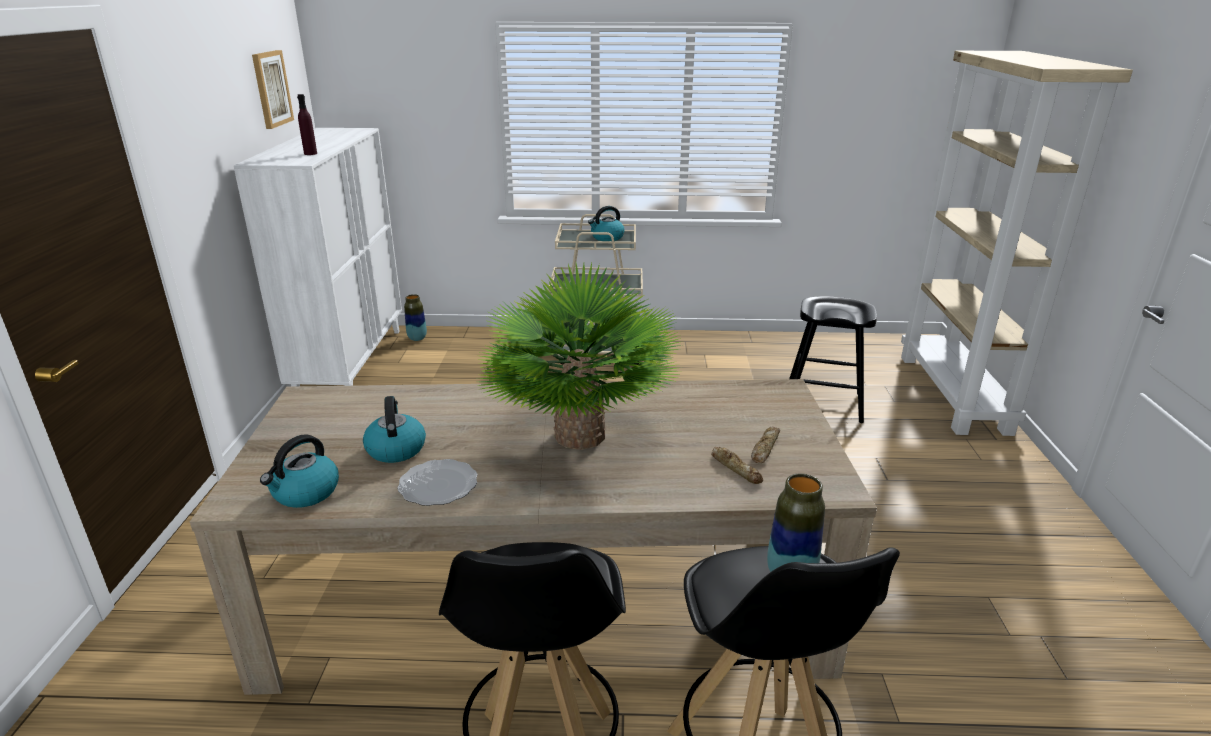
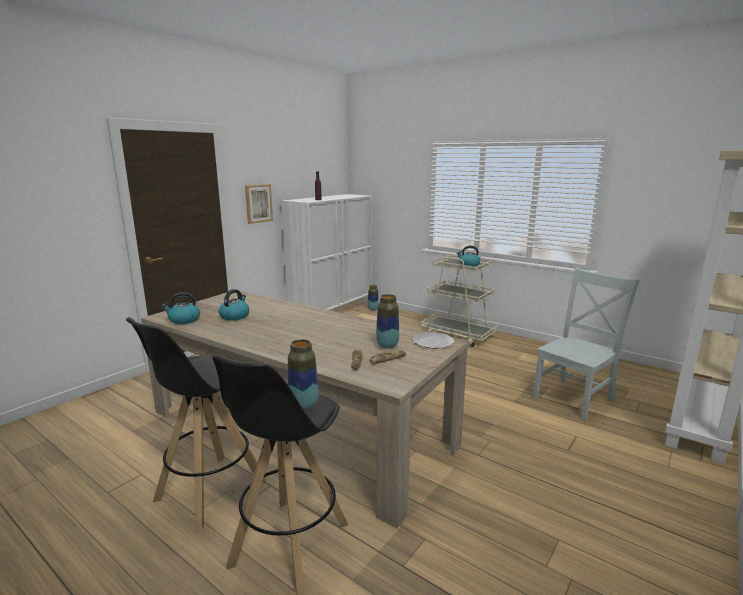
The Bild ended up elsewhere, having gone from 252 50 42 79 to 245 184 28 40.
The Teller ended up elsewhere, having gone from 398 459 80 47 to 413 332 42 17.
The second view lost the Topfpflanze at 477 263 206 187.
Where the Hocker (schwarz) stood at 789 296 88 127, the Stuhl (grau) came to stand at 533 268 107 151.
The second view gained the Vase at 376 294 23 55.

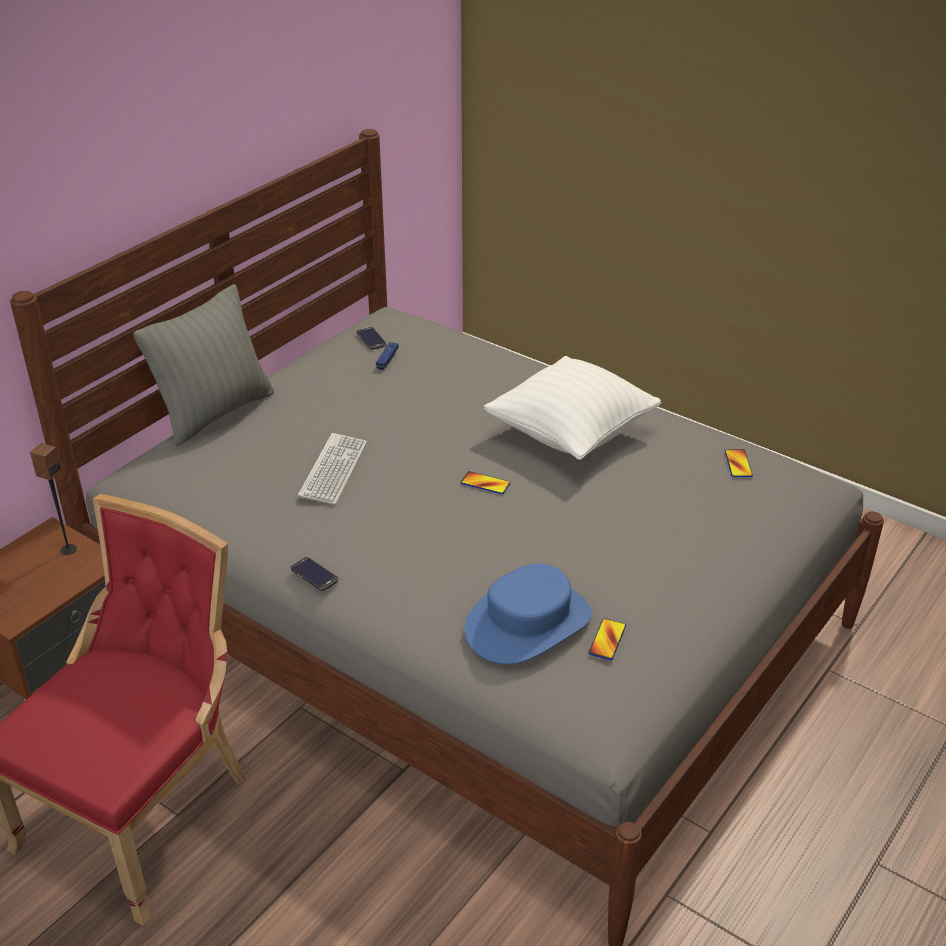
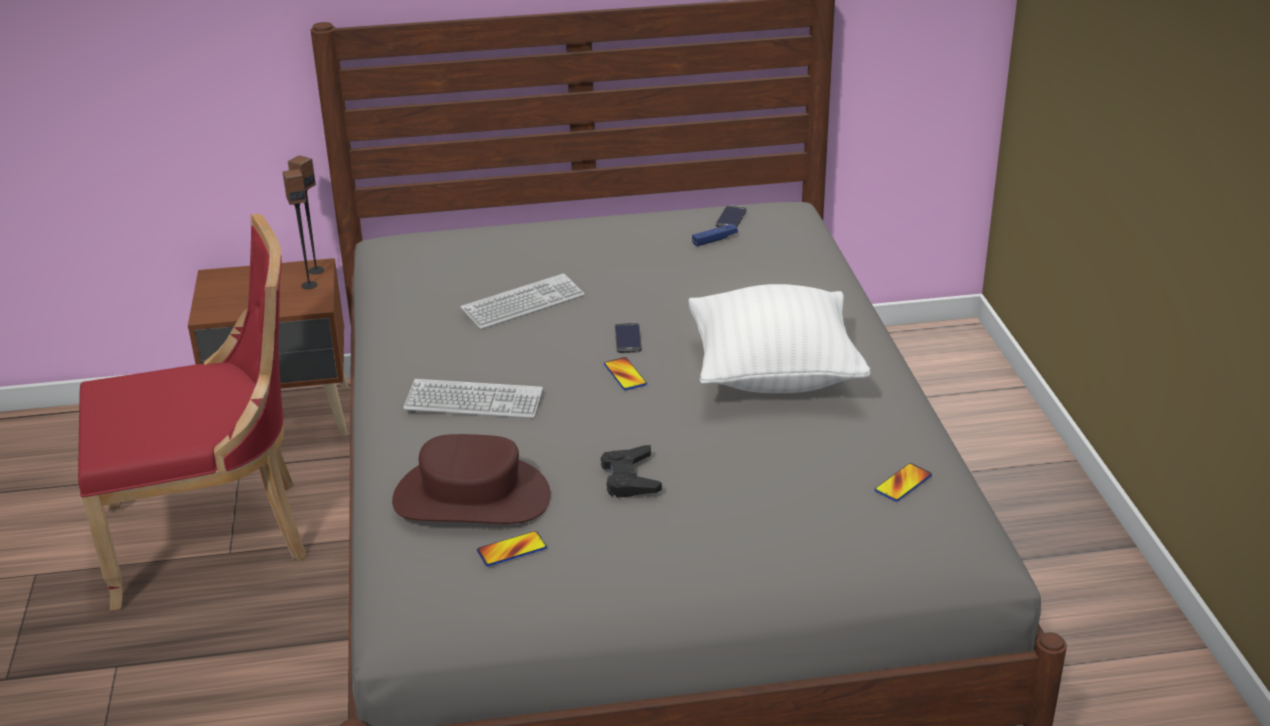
The second view lost the Kissen (grau) at 133 284 141 162.
The Handy ended up elsewhere, having gone from 290 557 48 34 to 615 323 27 30.
What was the Hut (blau) at 465 563 127 101 turned into the Hut (braun) at 392 434 159 90.
The second view gained the Lautsprecher at 288 155 36 119.
The second view gained the Tastatur at 403 379 140 40.
The second view gained the Gamepad (schwarz) at 601 445 61 53.

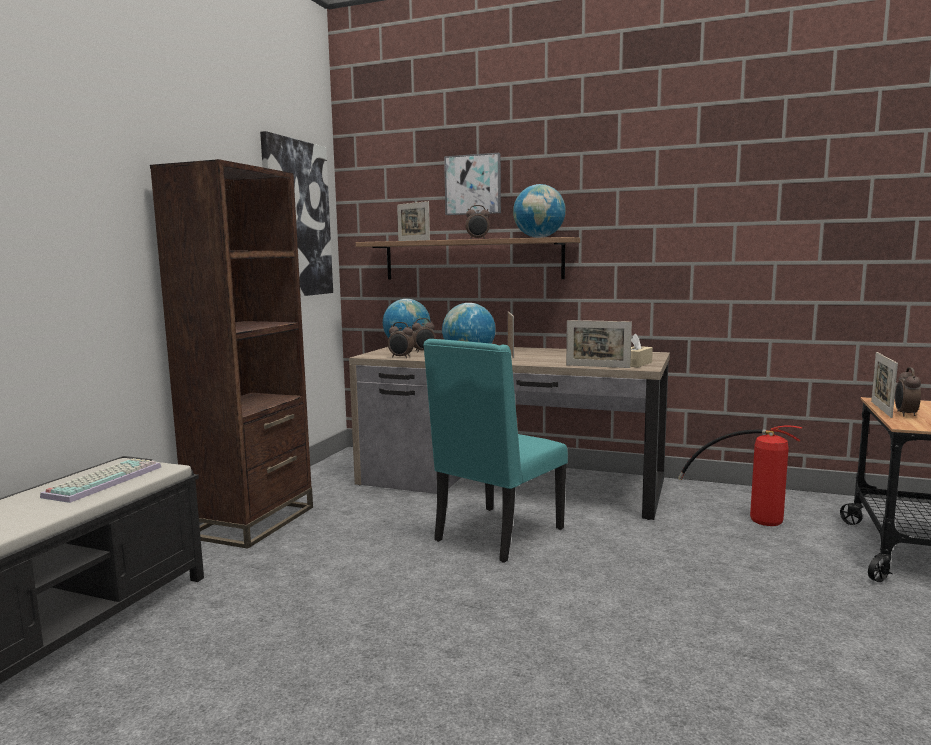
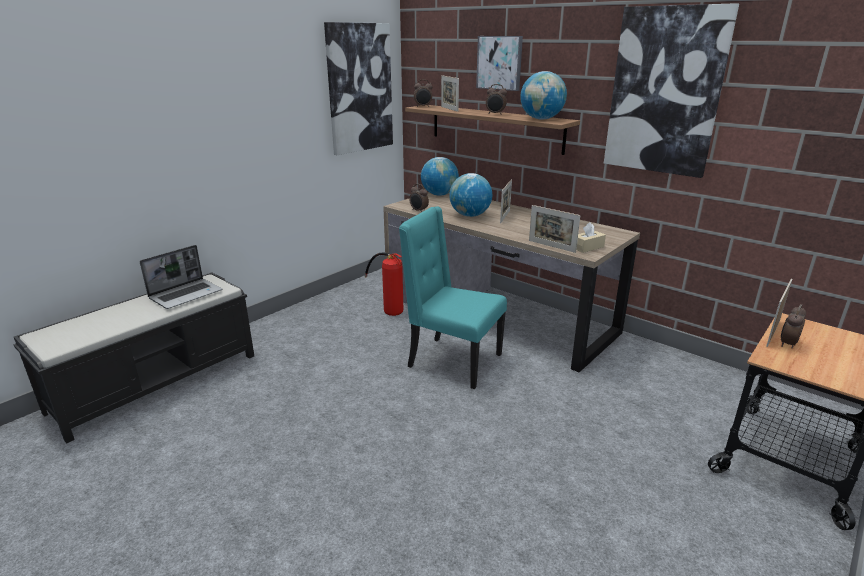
Where the Tastatur stood at 40 458 121 45, the Laptop came to stand at 140 245 82 64.
The second view lost the Bücherregal (braun) at 150 159 163 390.
The Wecker ended up elsewhere, having gone from 412 318 24 35 to 414 80 19 27.
The Stuhl (türkis) at 423 339 145 224 ended up facing another way, 60 degrees clockwise from before.
The Feuerlöscher ended up elsewhere, having gone from 678 425 124 101 to 365 253 38 63.
The second view gained the Bild at 604 3 135 175.

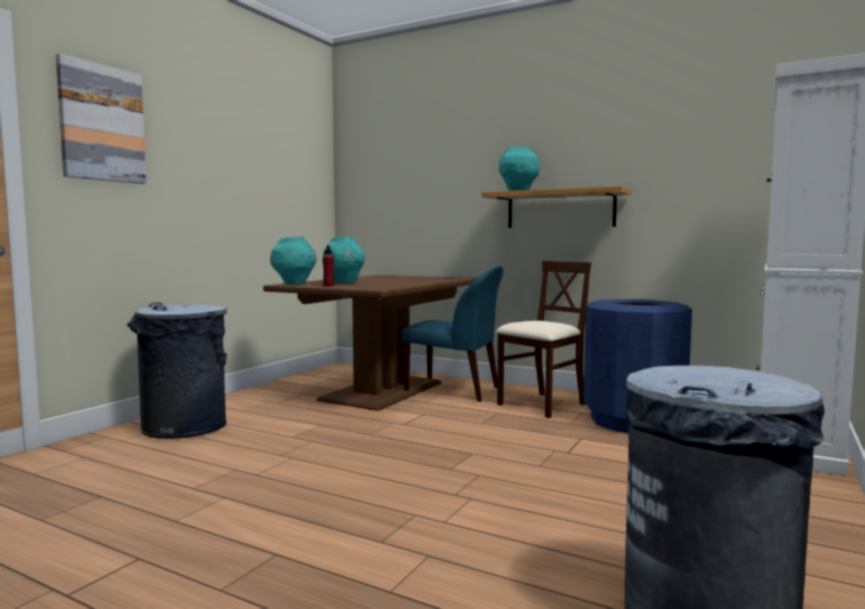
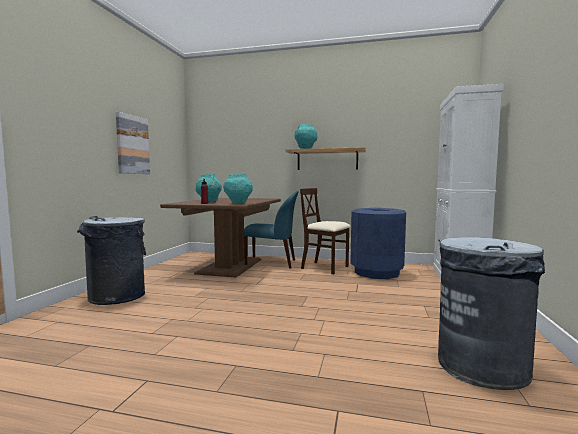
The Bild ended up elsewhere, having gone from 56 53 91 131 to 116 112 34 62.
The Vase (türkis) ended up elsewhere, having gone from 270 237 47 48 to 223 174 30 30.
The Stuhl (beige) at 496 261 95 157 ended up facing another way, 90 degrees counterclockwise from before.

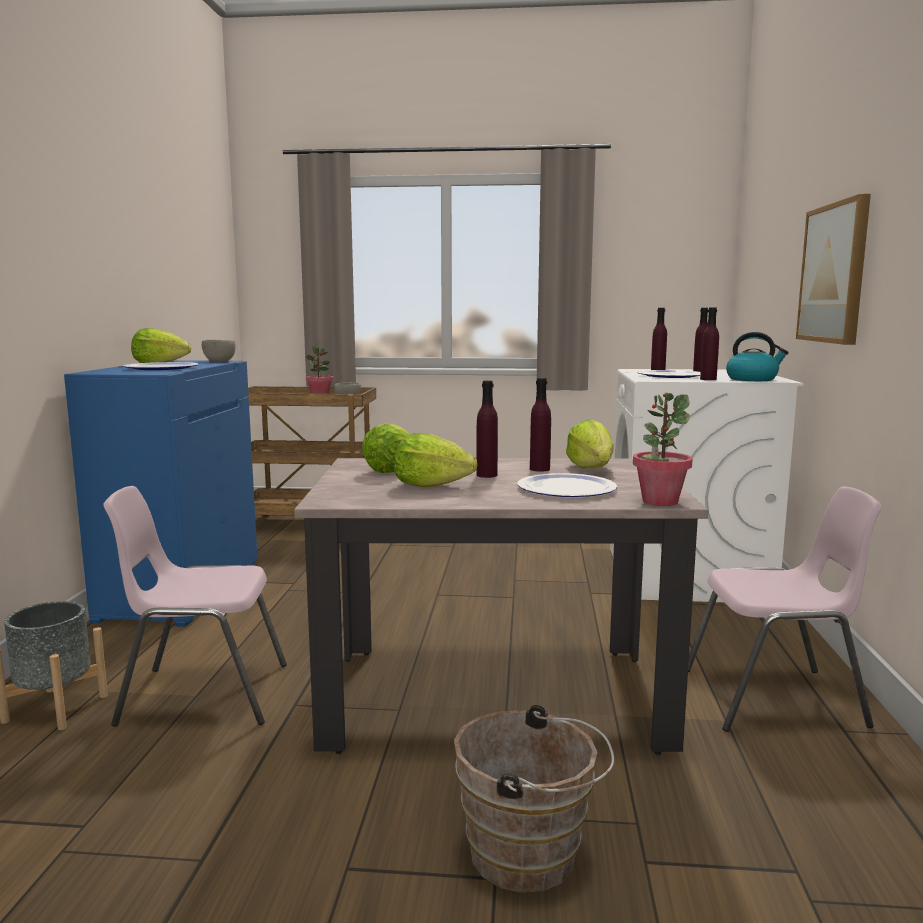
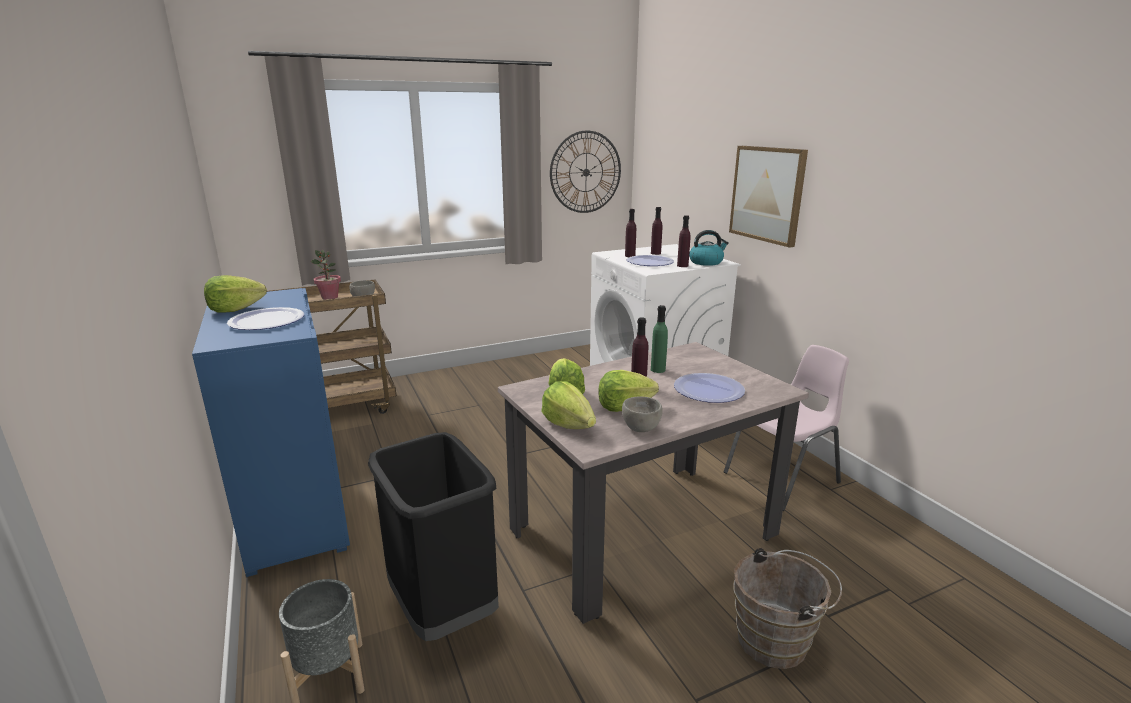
Where the Stuhl (rosa) stood at 103 486 184 241, the Mülleimer (schwarz) came to stand at 368 432 131 209.
The Schüssel (grau) ended up elsewhere, having gone from 202 340 33 22 to 622 397 41 35.
What was the Flasche (lila) at 530 378 21 93 turned into the Flasche (grün) at 651 305 17 68.
The Salatkopf ended up elsewhere, having gone from 566 419 48 50 to 541 381 55 48.
The second view lost the Topfpflanze at 633 393 60 113.
The second view gained the Wanduhr at 550 130 71 83.

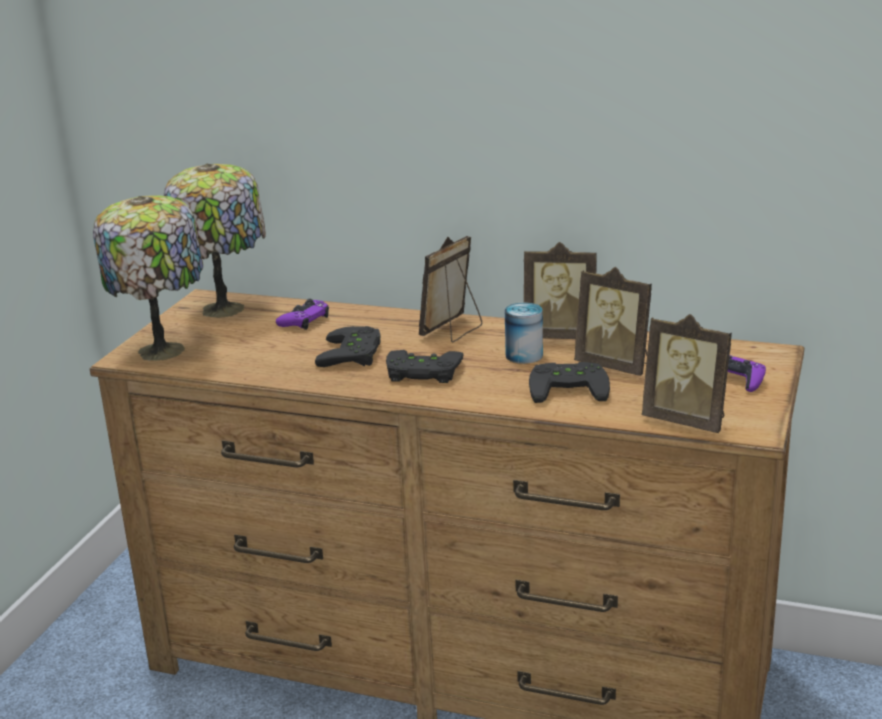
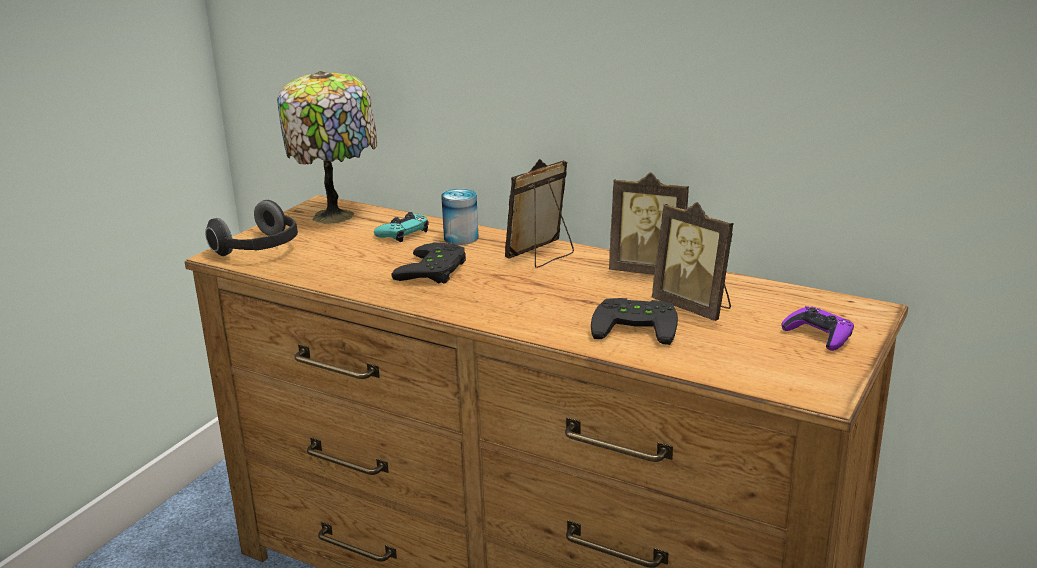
Where the Tischlampe stood at 93 195 110 166, the Kopfhörer came to stand at 205 200 93 56.
What was the Gamepad (lila) at 276 299 53 31 turned into the Gamepad (türkis) at 374 212 54 30.
The second view lost the Gamepad (schwarz) at 386 350 78 33.
The Dose ended up elsewhere, having gone from 505 302 38 62 to 441 189 38 56.
The second view lost the Bilderrahmen at 642 314 90 119.

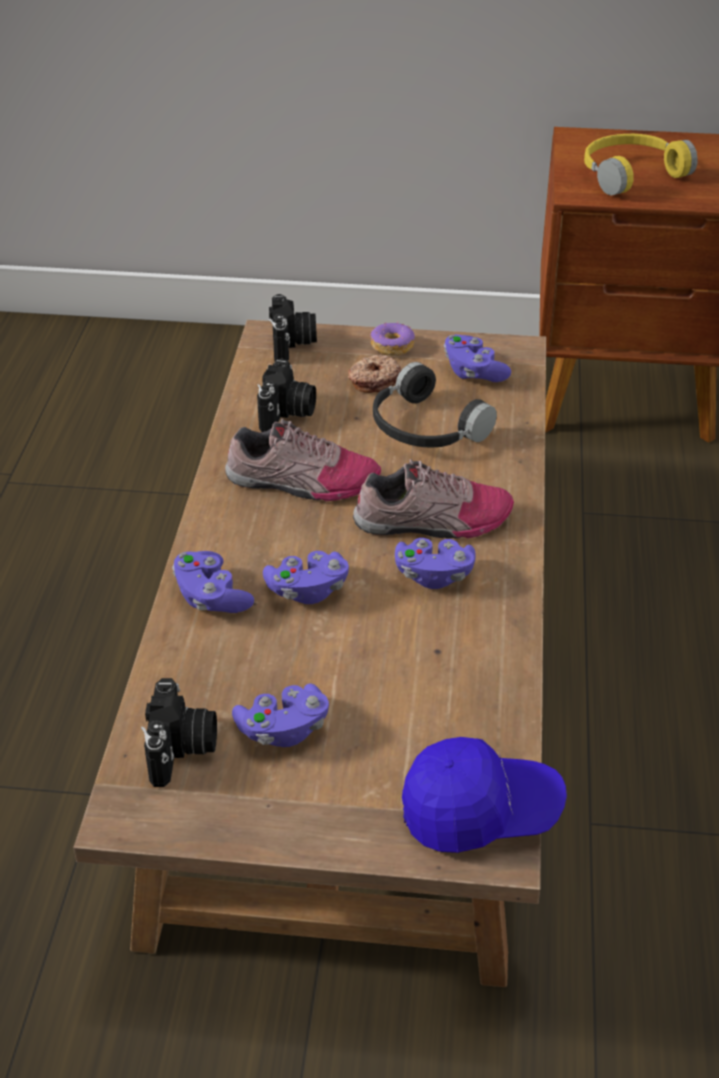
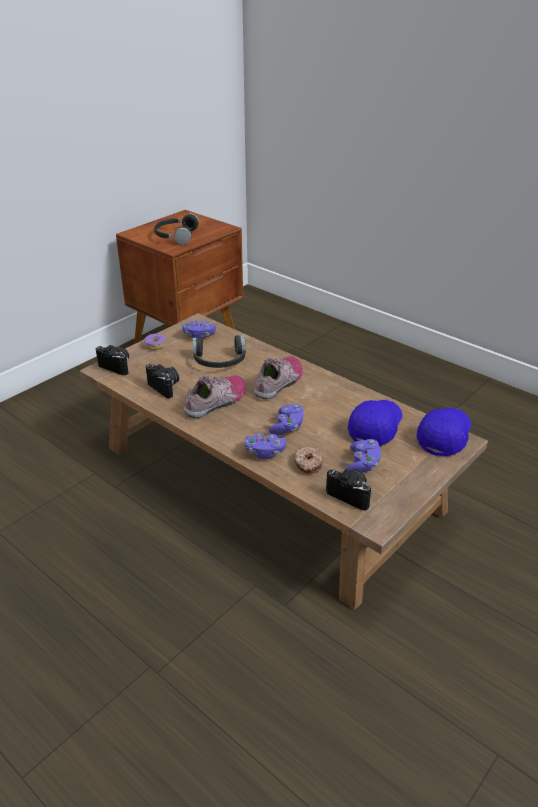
The Donut ended up elsewhere, having gone from 348 355 53 38 to 294 447 29 27.
The second view lost the Gamepad (lila) at 395 538 81 51.
What was the Kopfhörer (gelb) at 584 134 114 61 turned into the Kopfhörer (schwarz) at 154 213 45 32.
The second view gained the Kappe (blau) at 348 400 55 46.

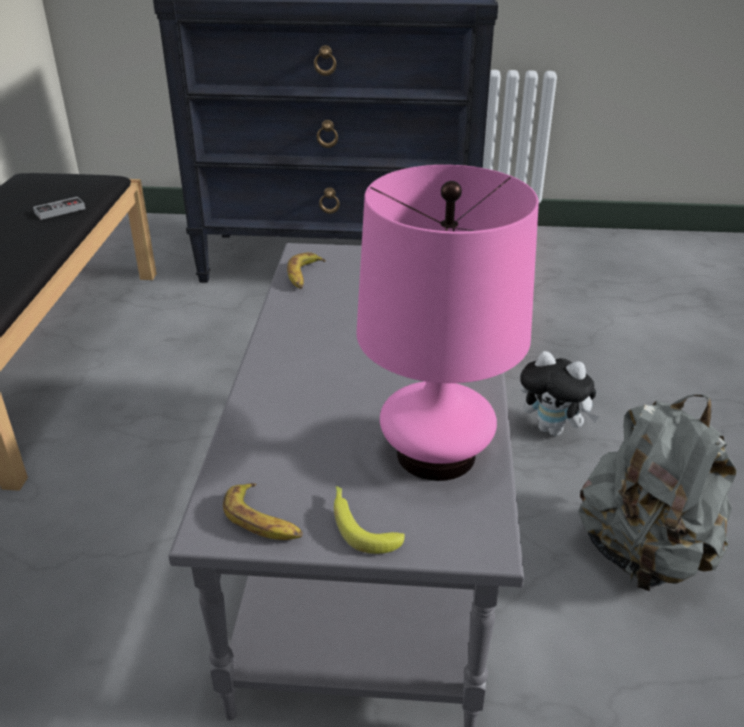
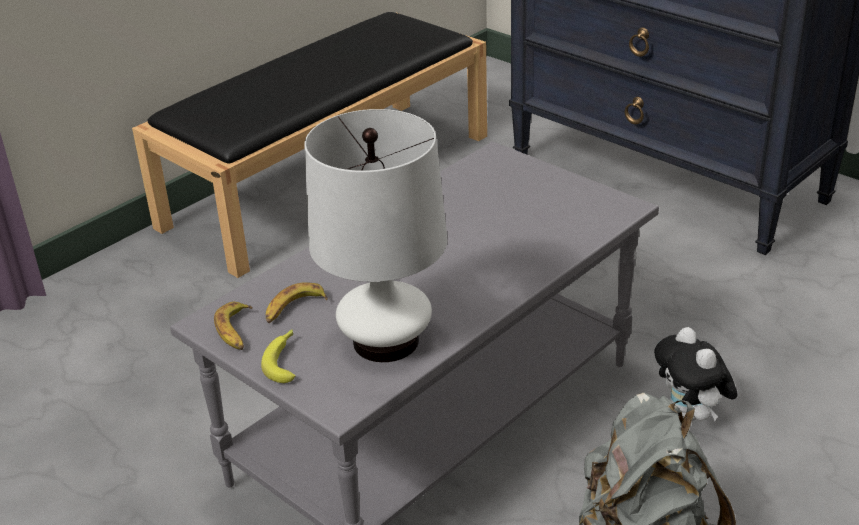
The second view lost the Gamepad at 33 197 52 23.
The Banane ended up elsewhere, having gone from 287 252 39 37 to 266 282 62 41.
What was the Tischlampe (rosa) at 356 165 183 316 turned into the Tischlampe (weiß) at 304 109 143 253.

